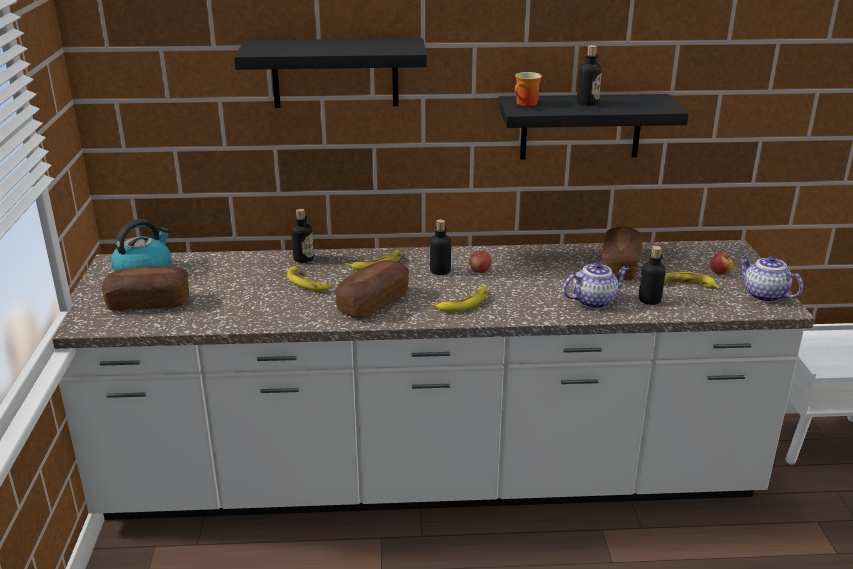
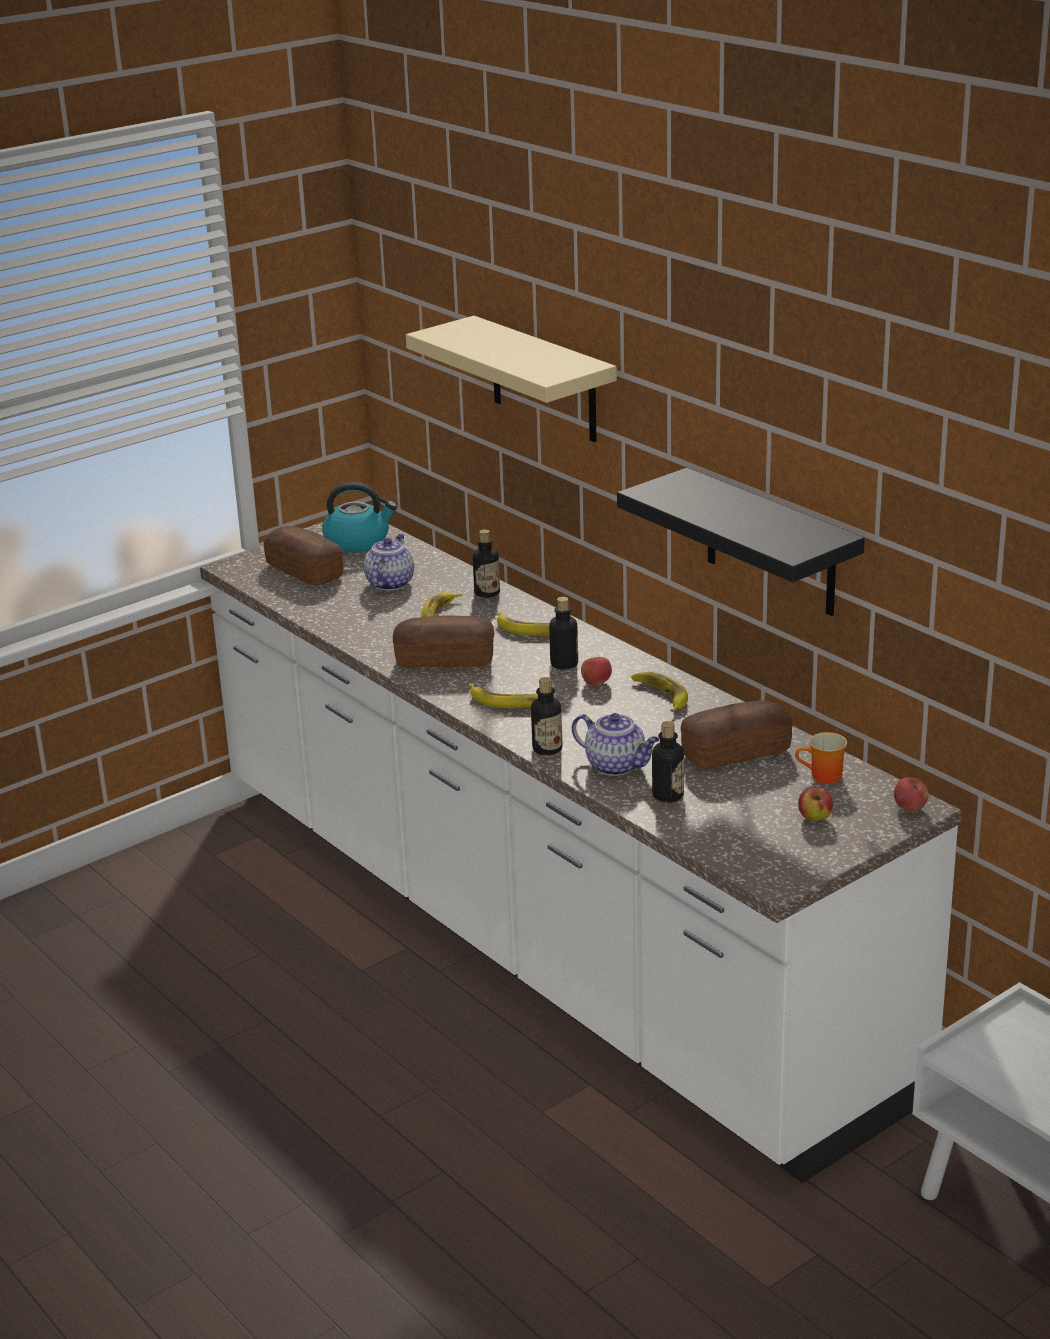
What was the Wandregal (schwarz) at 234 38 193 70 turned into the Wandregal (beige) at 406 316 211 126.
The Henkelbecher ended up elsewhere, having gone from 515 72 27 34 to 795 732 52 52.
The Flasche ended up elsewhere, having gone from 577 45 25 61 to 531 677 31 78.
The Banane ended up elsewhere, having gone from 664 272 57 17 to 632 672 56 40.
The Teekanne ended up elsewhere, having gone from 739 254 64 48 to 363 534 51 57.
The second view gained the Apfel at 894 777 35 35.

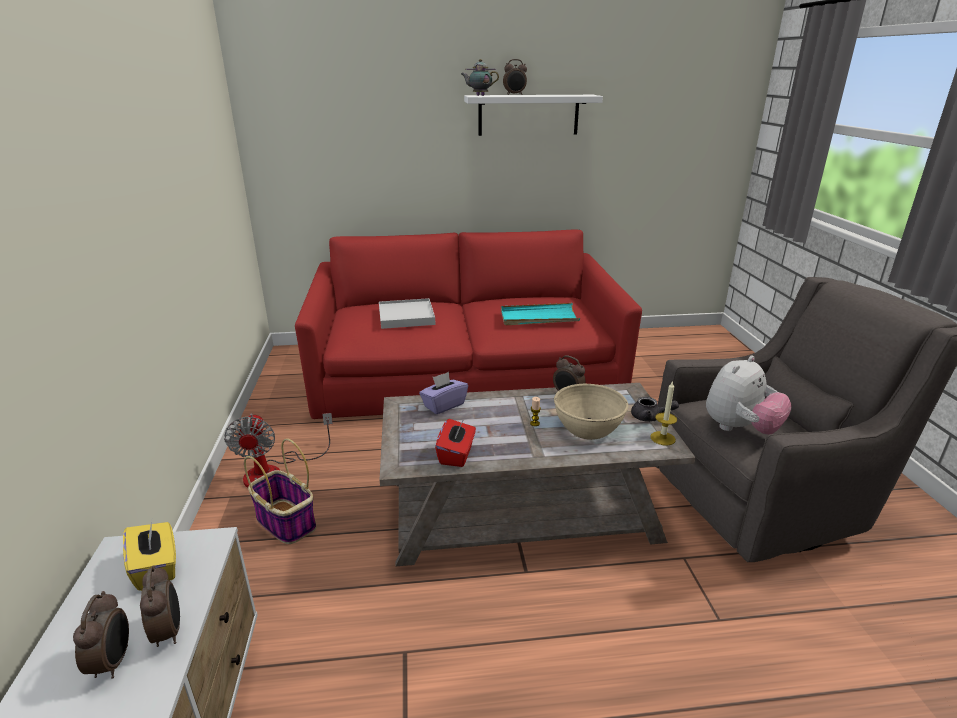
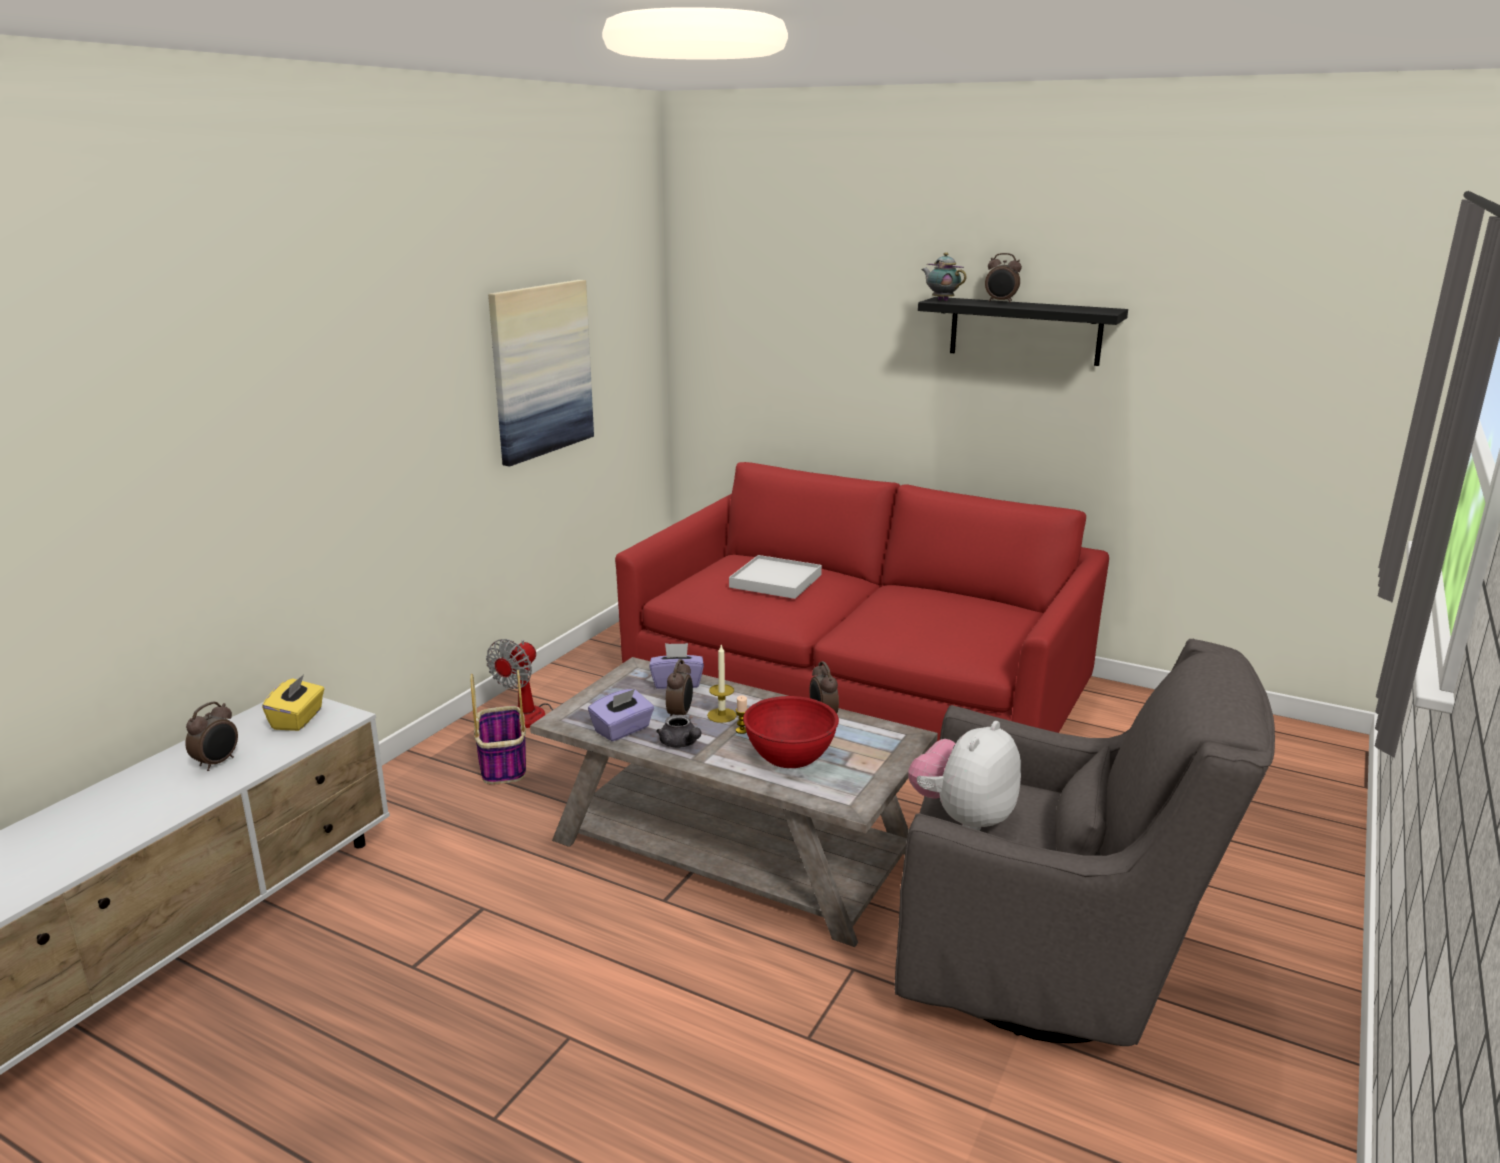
The Wecker ended up elsewhere, having gone from 140 565 40 82 to 666 659 27 57.
What was the Taschentuchbox (rot) at 435 419 41 48 turned into the Taschentuchbox (lila) at 588 689 66 52.
What was the Wandregal (weiß) at 464 95 139 41 turned into the Wandregal (schwarz) at 918 297 210 69.
The second view lost the Tablett (türkis) at 501 303 79 22.
What was the Schüssel (beige) at 554 384 74 56 turned into the Schüssel (rot) at 743 696 96 72.
The Teekanne (grau) ended up elsewhere, having gone from 631 397 48 25 to 656 715 45 33.
The Kerze ended up elsewhere, having gone from 650 380 27 65 to 707 645 29 78.
The Plüschtier at 706 356 86 79 ended up facing another way, 135 degrees clockwise from before.
The second view gained the Bild at 488 280 106 186.

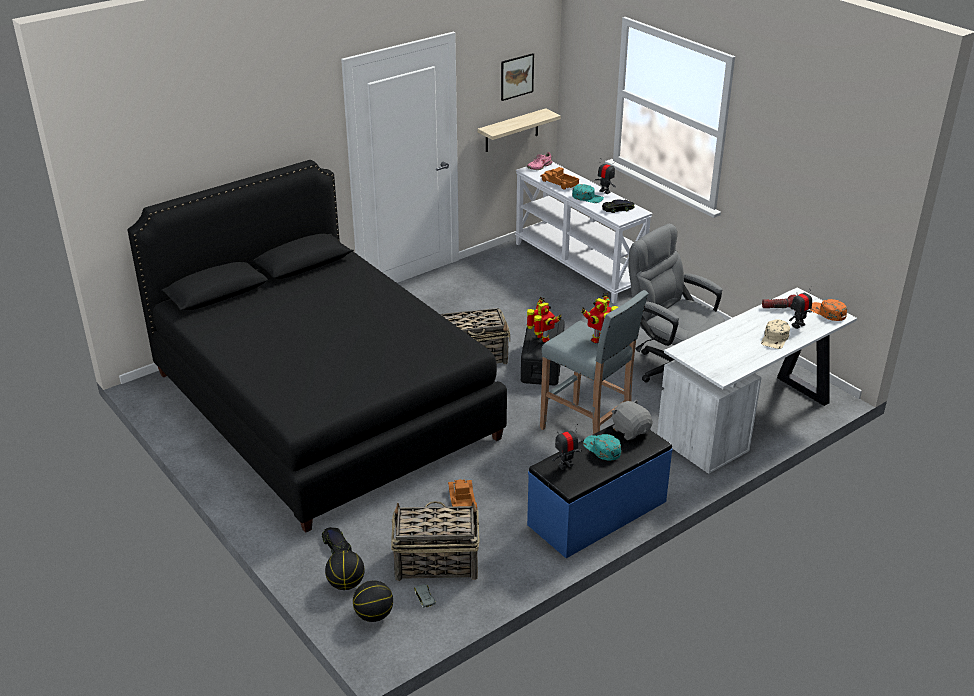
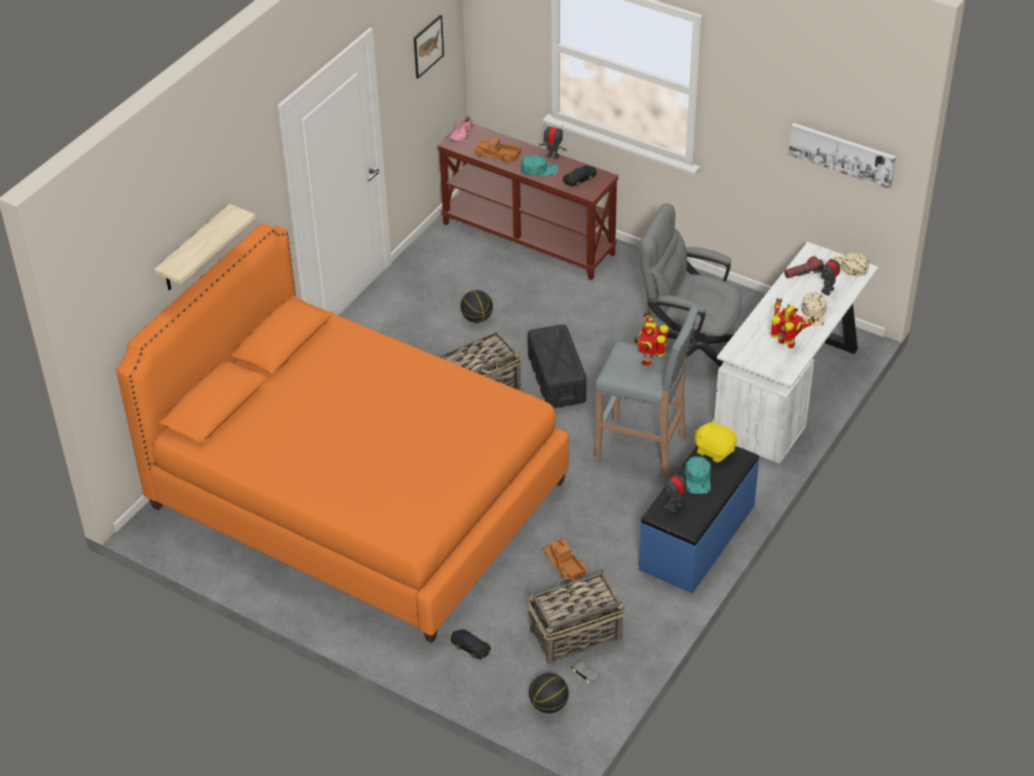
What was the Bett (schwarz) at 128 160 379 373 turned into the Bett (orange) at 116 223 453 420.
The Basketball ended up elsewhere, having gone from 325 550 40 40 to 460 290 33 33.
The Wandregal ended up elsewhere, having gone from 478 108 83 44 to 154 204 102 86.
What was the Konsolentisch (weiß) at 515 162 138 142 turned into the Konsolentisch (braun) at 437 124 182 156.
The Spielzeugroboter ended up elsewhere, having gone from 527 297 35 46 to 770 298 46 50.
The Kappe (türkis) at 583 434 38 27 ended up facing another way, 120 degrees counterclockwise from before.
What was the Plüschtier (grau) at 611 399 42 41 turned into the Plüschtier (gelb) at 694 419 43 44.
What was the Kappe (orange) at 810 299 37 22 turned into the Kappe (beige) at 831 253 38 23.
The second view gained the Bild at 789 123 107 66.

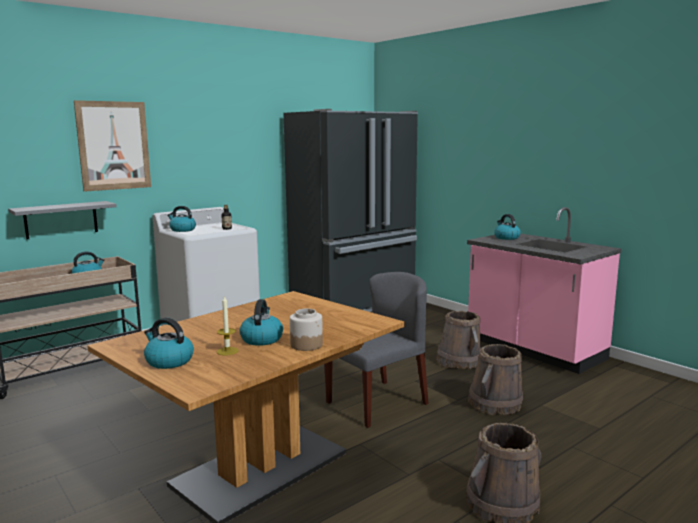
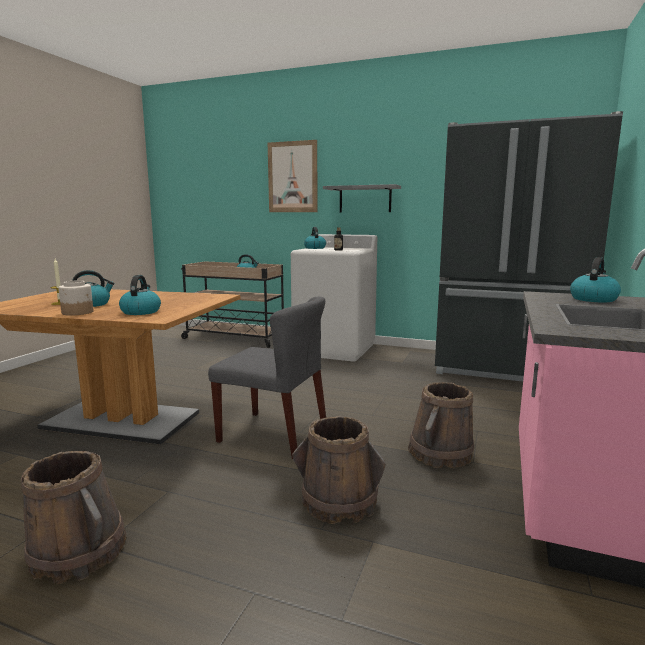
The Wandregal (grau) ended up elsewhere, having gone from 8 201 109 39 to 323 184 78 28.
The Wasserkessel ended up elsewhere, having gone from 144 318 50 51 to 119 275 42 40.

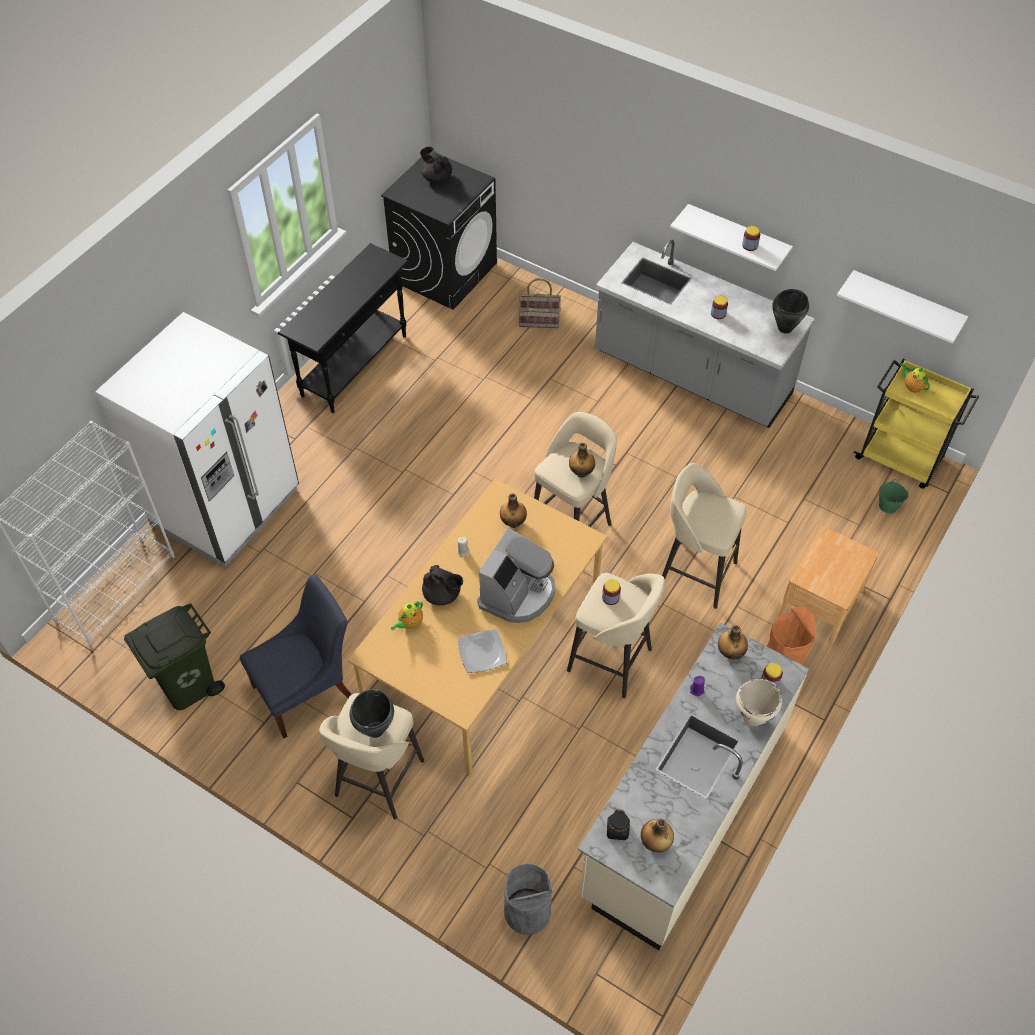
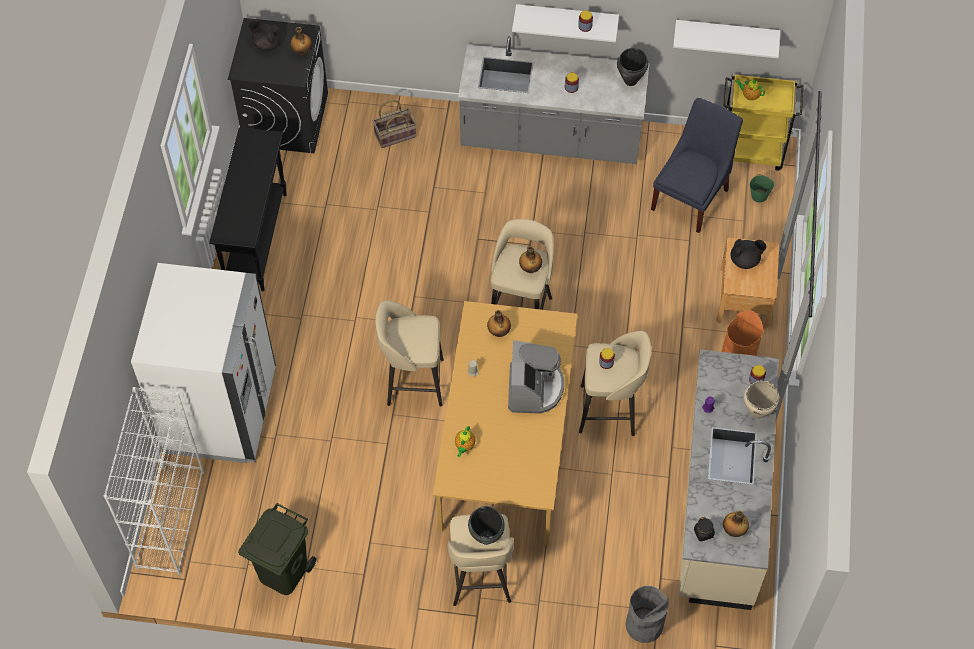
The Stuhl (blau) ended up elsewhere, having gone from 240 574 112 165 to 651 98 92 135.
The Teekanne (schwarz) ended up elsewhere, having gone from 422 565 41 40 to 730 239 36 30.
The second view lost the Teller at 458 629 49 44.
The Hocker (beige) ended up elsewhere, having gone from 662 463 85 146 to 375 300 69 106.
The Flasche ended up elsewhere, having gone from 718 625 30 34 to 290 27 22 29.

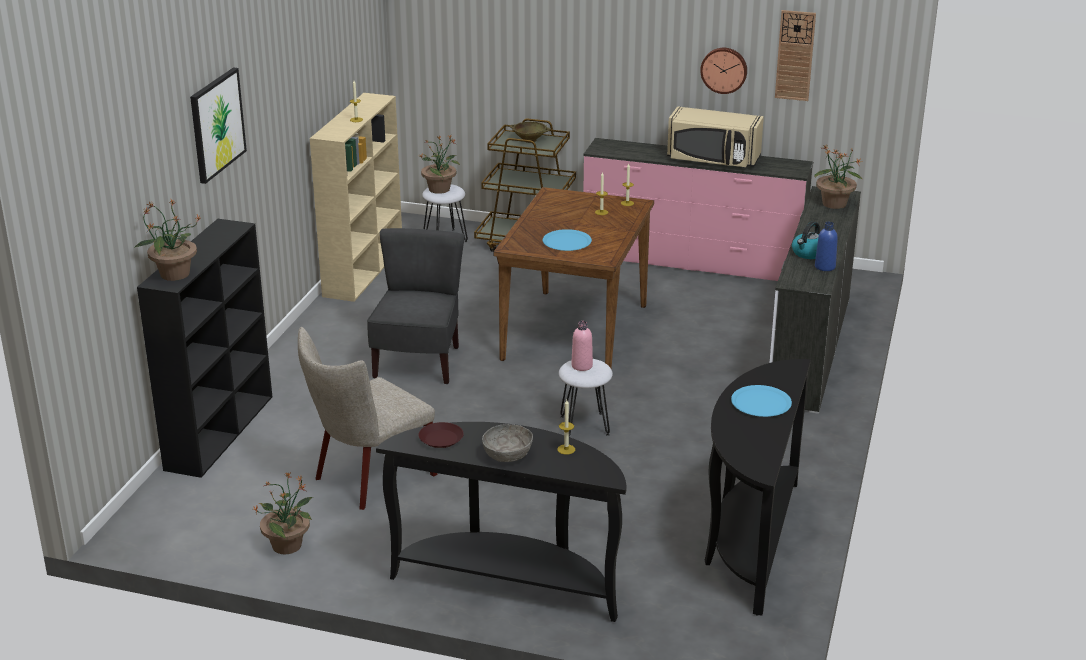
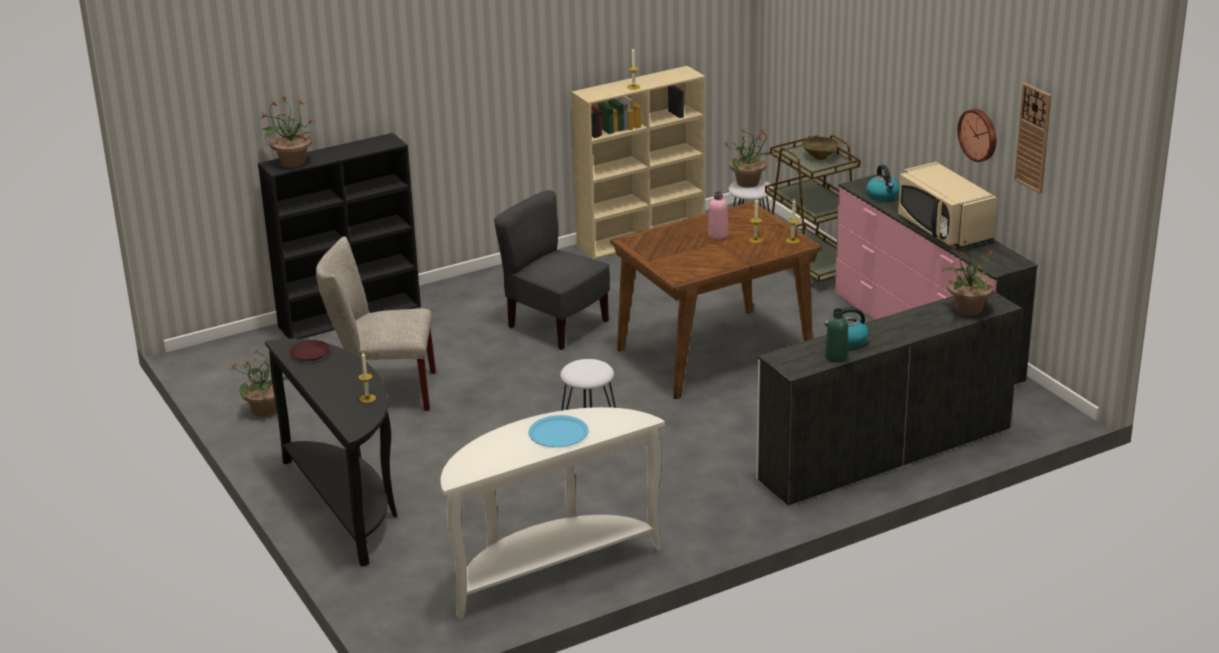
The second view lost the Bild at 190 68 57 116.
The Stuhl (grau) at 367 228 97 156 ended up facing another way, 105 degrees counterclockwise from before.
The second view lost the Schüssel (grau) at 482 424 51 38.
The second view lost the Teller (blau) at 543 229 49 22.
The Flasche (rosa) ended up elsewhere, having gone from 571 321 22 50 to 708 191 20 48.
What was the Konsolentisch (schwarz) at 705 359 106 257 turned into the Konsolentisch (weiß) at 441 407 224 212.
What was the Flasche (blau) at 815 222 23 49 turned into the Flasche (grün) at 825 308 23 55.
The second view gained the Wasserkessel at 866 165 34 36.

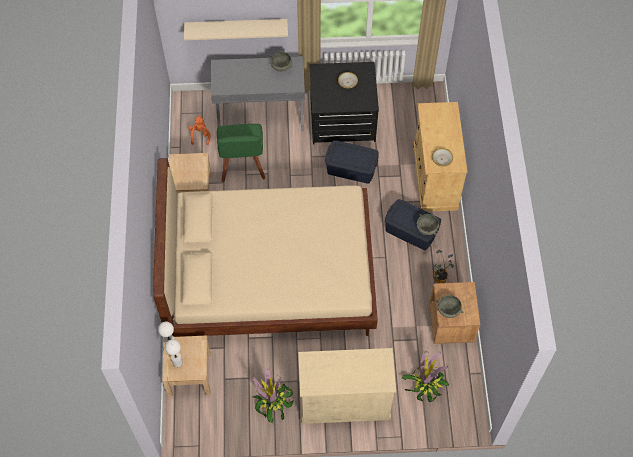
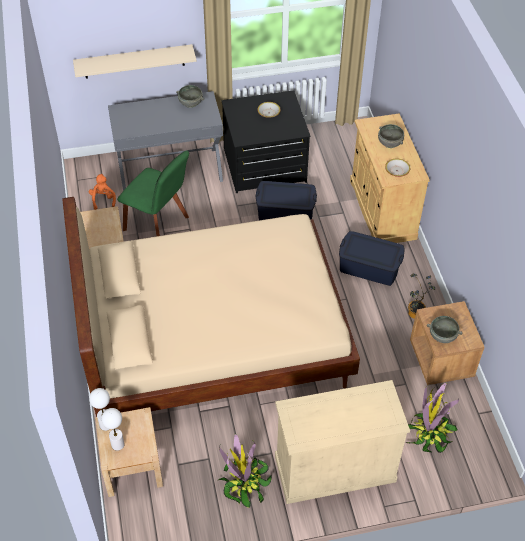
The Stuhl (grün) at 217 124 48 58 ended up facing another way, 45 degrees counterclockwise from before.
The Schüssel (grau) ended up elsewhere, having gone from 417 214 22 21 to 378 124 26 24.

